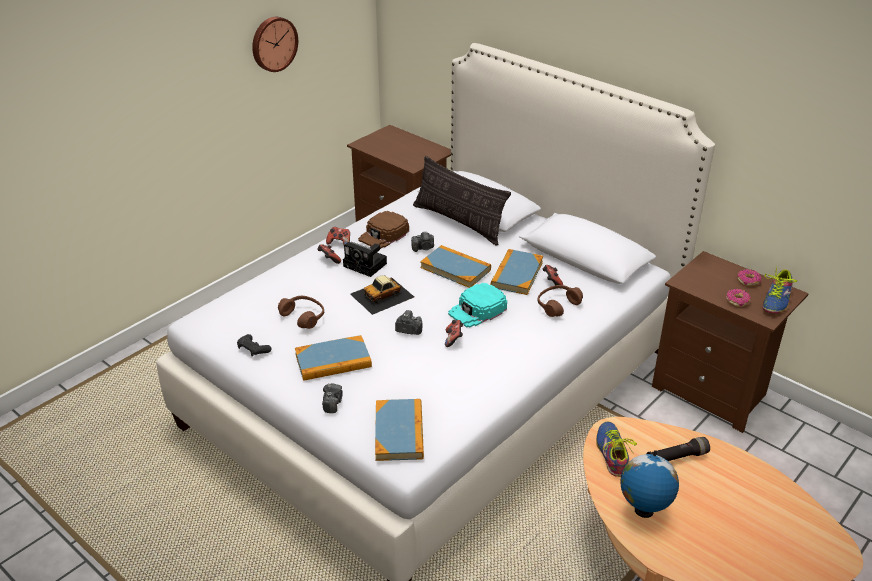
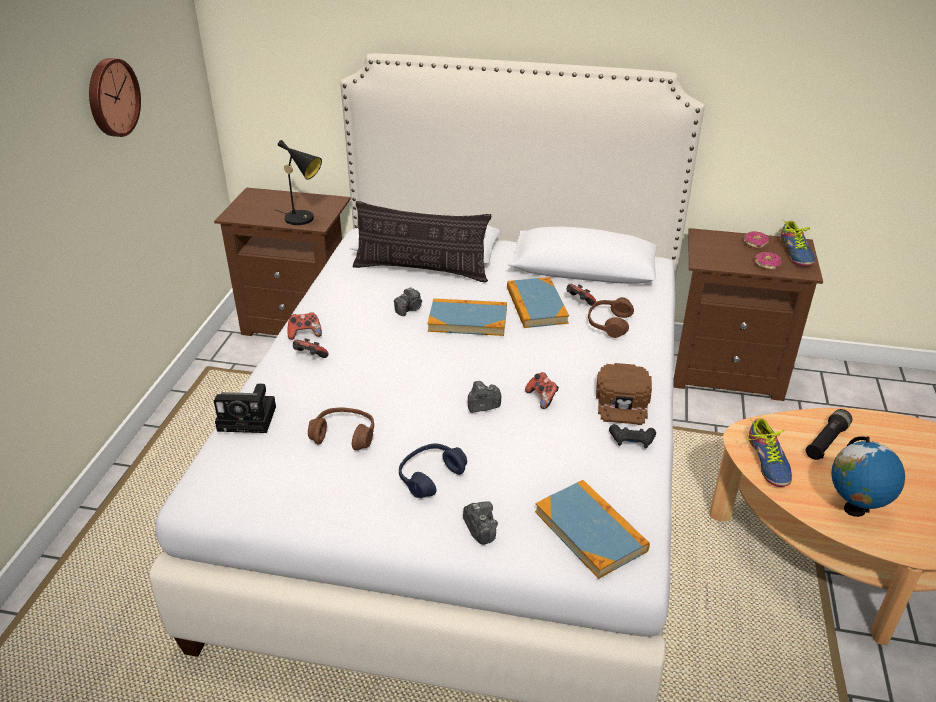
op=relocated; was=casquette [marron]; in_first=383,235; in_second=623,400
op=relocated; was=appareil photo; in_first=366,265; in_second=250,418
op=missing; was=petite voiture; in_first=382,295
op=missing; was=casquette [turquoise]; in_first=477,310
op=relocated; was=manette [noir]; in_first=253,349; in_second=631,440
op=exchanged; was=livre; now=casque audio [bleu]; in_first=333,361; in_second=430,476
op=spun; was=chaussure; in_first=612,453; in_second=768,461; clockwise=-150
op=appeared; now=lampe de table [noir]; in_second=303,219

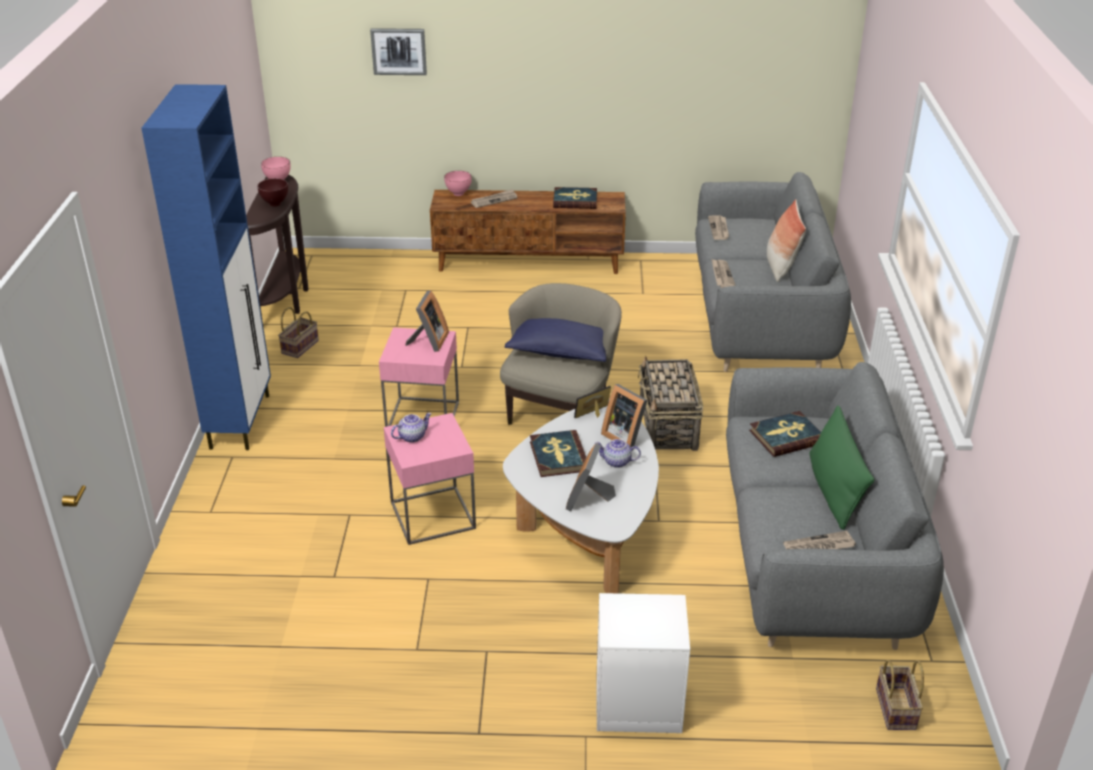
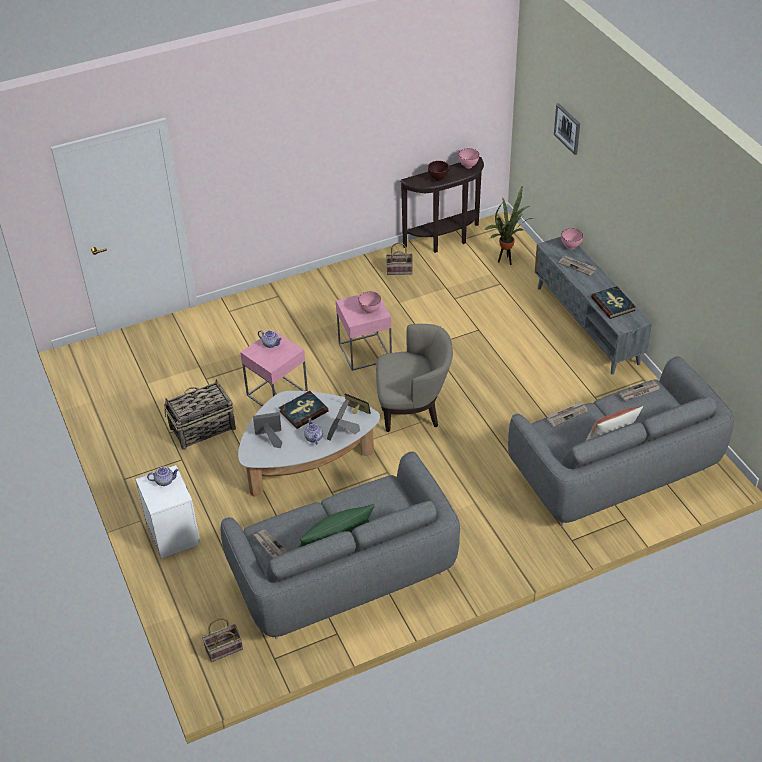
op=missing; was=meuble de rangement [bleu]; in_first=241,420
op=colour; was=meuble télé [marron]; now=meuble télé [gris]; in_first=529,262; in_second=587,325
op=exchanged; was=cadre photo; now=bol [rose]; in_first=429,342; in_second=370,311
op=missing; was=coussin [bleu]; in_first=561,352
op=relocated; was=panier; in_first=668,427; in_second=202,428
op=missing; was=livre; in_first=786,437
op=appeared; now=plante en pot; in_second=506,260
op=appeared; now=théière; in_second=164,481

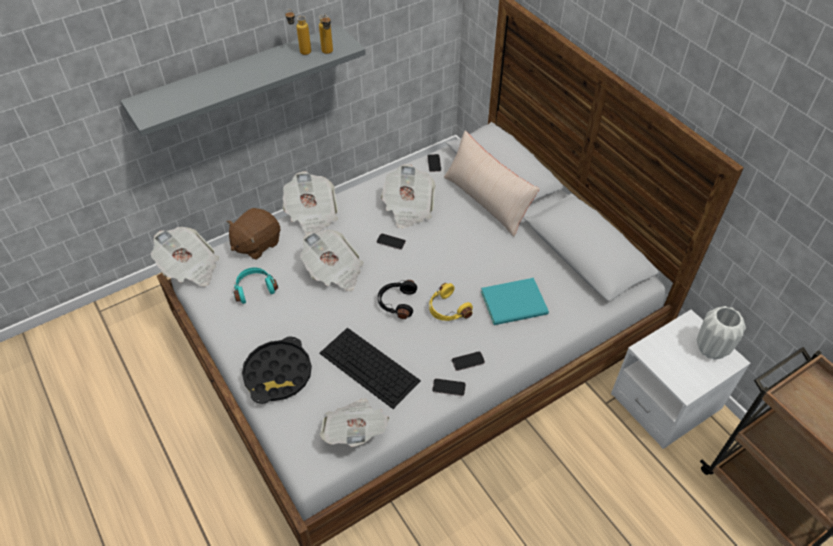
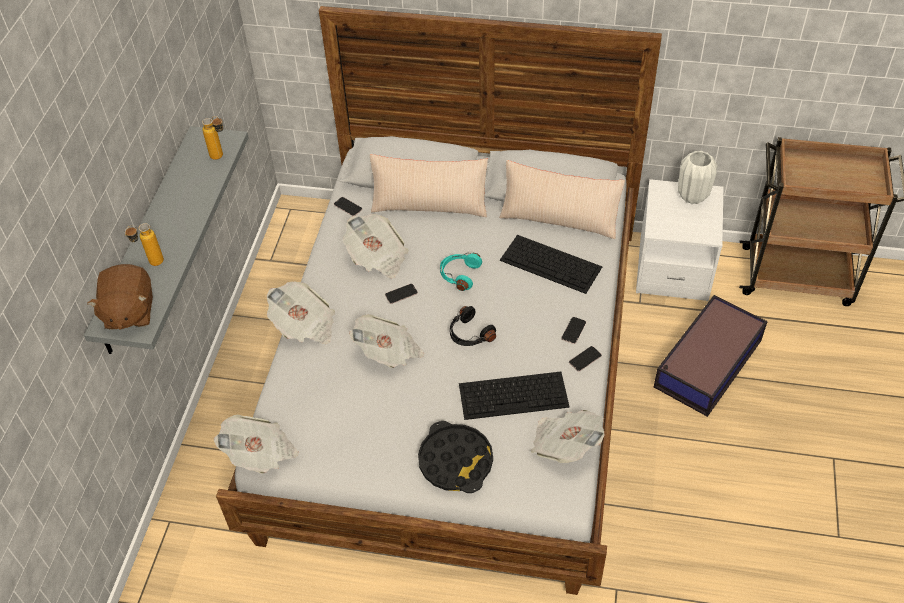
op=relocated; was=bouteille; in_first=300,52; in_second=151,264
op=relocated; was=peluche [marron]; in_first=256,244; in_second=129,312
op=relocated; was=casque audio [turquoise]; in_first=254,288; in_second=459,275
op=exchanged; was=livre [turquoise]; now=clavier; in_first=516,304; in_second=551,264
op=missing; was=casque audio [jaune]; in_first=447,309
op=appeared; now=coussin [beige]; in_second=559,218
op=appeared; now=boîte de rangement; in_second=706,364

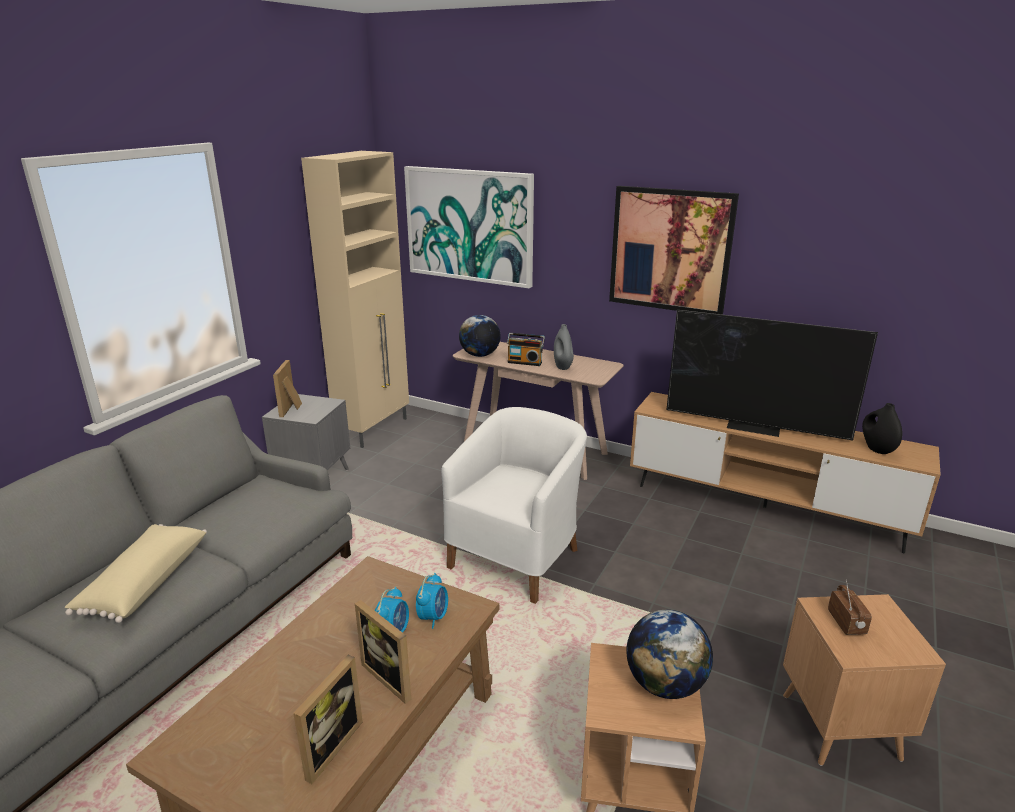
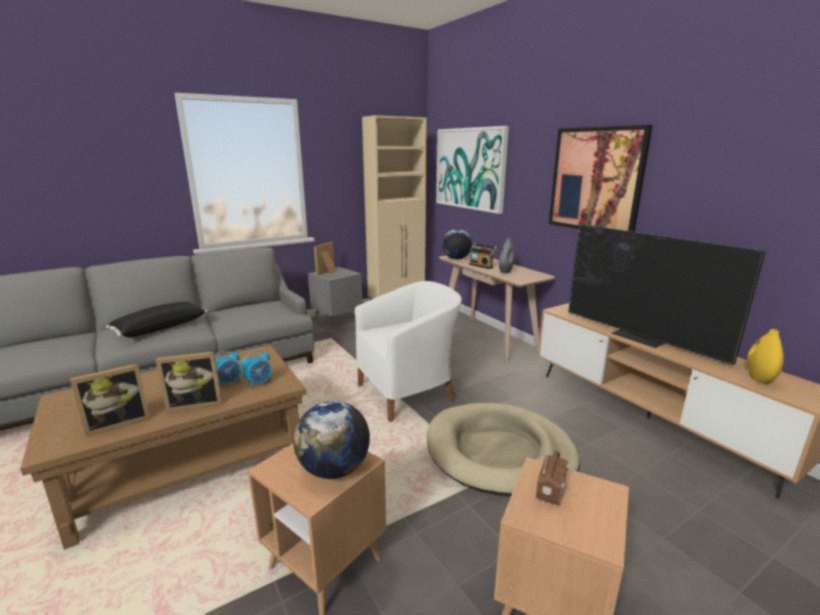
op=colour; was=vase [noir]; now=vase [jaune]; in_first=876,449; in_second=758,378
op=colour; was=coussin [beige]; now=coussin [noir]; in_first=143,582; in_second=160,328
op=spun; was=cadre photo; in_first=392,677; in_second=195,403; clockwise=-90
op=appeared; now=panier pour chien [beige]; in_second=499,452

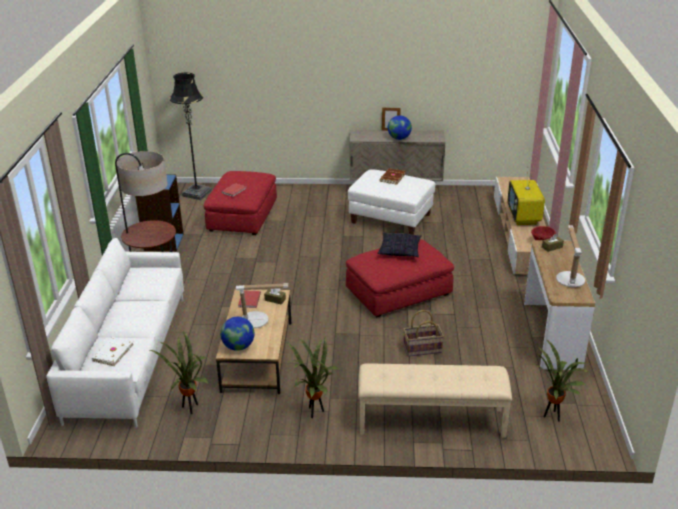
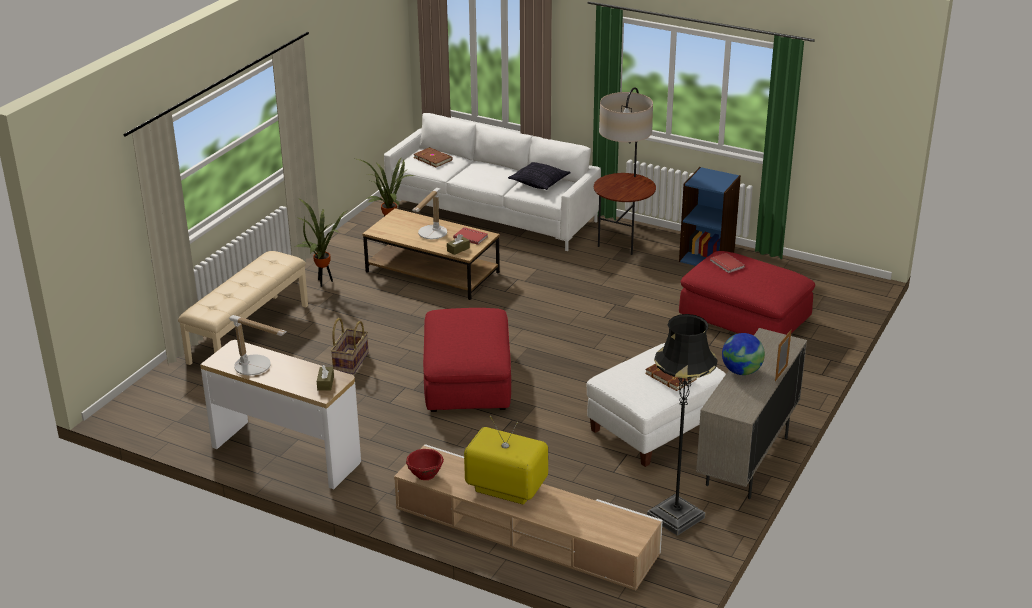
op=relocated; was=lampadaire [noir]; in_first=197,193; in_second=676,517
op=relocated; was=coussin; in_first=399,251; in_second=539,183
op=missing; was=globe; in_first=238,347
op=colour; was=livre [blanc]; now=livre [marron]; in_first=112,353; in_second=433,158
op=missing; was=plante en pot; in_first=552,417

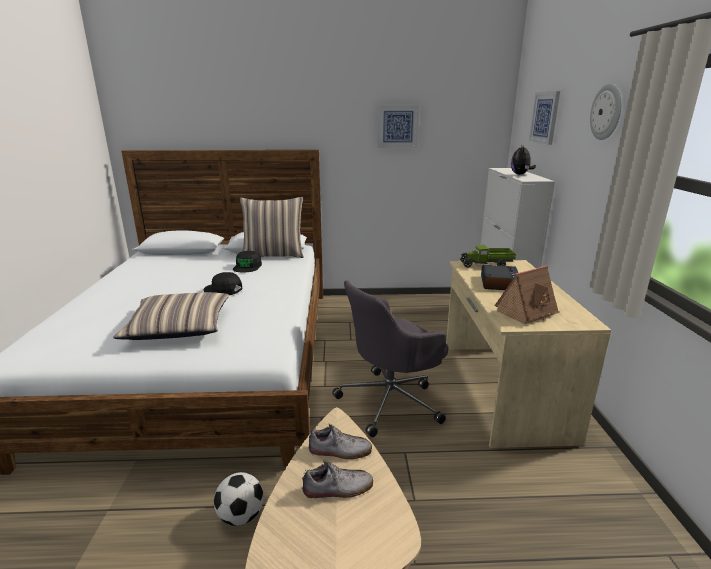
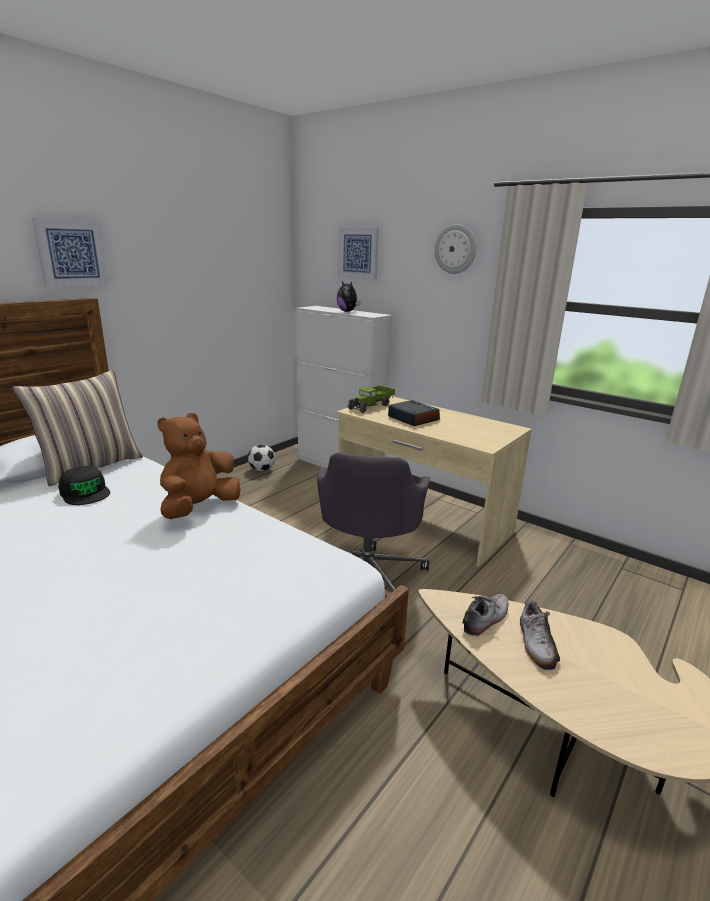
op=relocated; was=tableau; in_first=397,126; in_second=72,253
op=missing; was=maison miniature; in_first=527,312
op=missing; was=casquette [noir]; in_first=223,289
op=missing; was=coussin; in_first=179,327
op=spun; was=chaussure; in_first=338,488; in_second=536,643; clockwise=150
op=relocated; was=ballon de foot; in_first=241,516; in_second=262,470
op=appeared; now=peluche [marron]; in_second=199,508

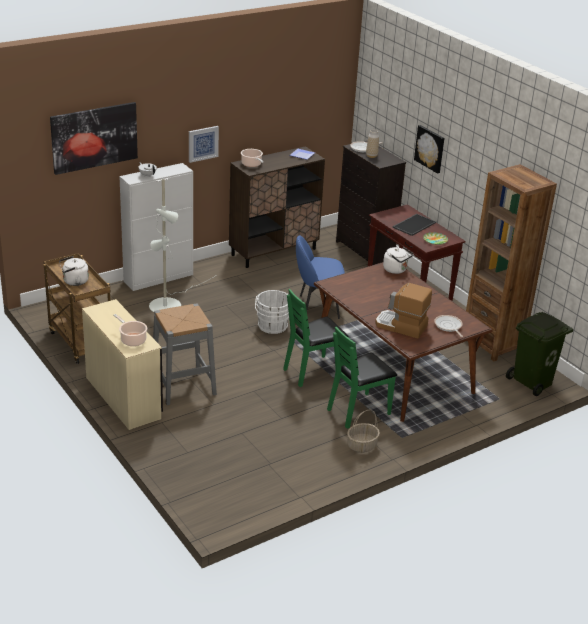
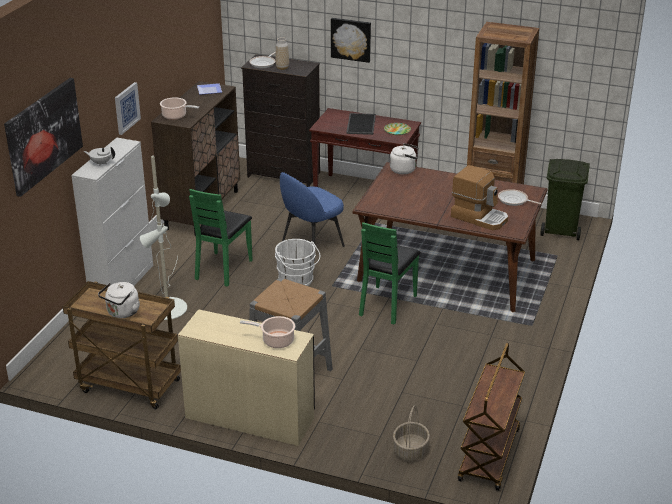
op=spun; was=machine à café; in_first=401,326; in_second=479,217; clockwise=-135
op=relocated; was=chaise [vert]; in_first=358,411; in_second=223,269
op=relocated; was=panier; in_first=362,446; in_second=410,451
op=appeared; now=chariot [marron]; in_second=489,456

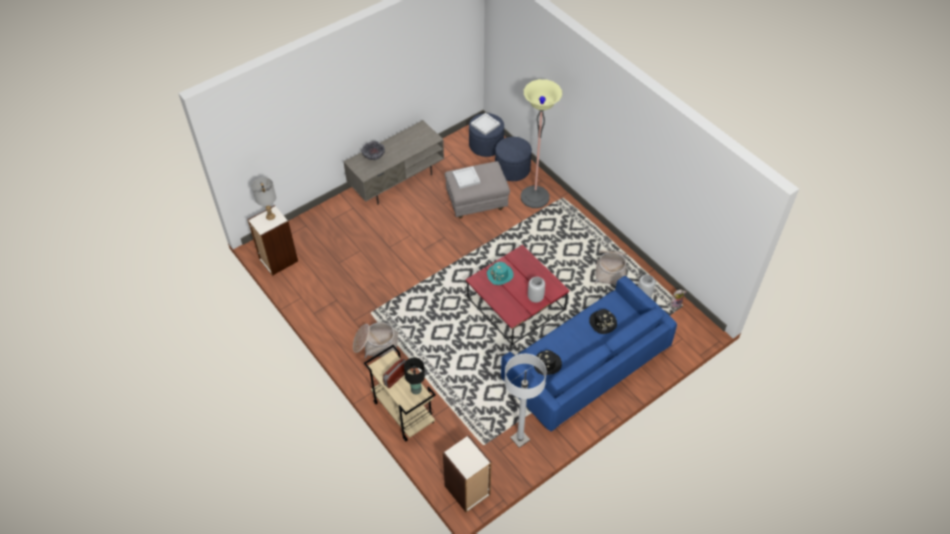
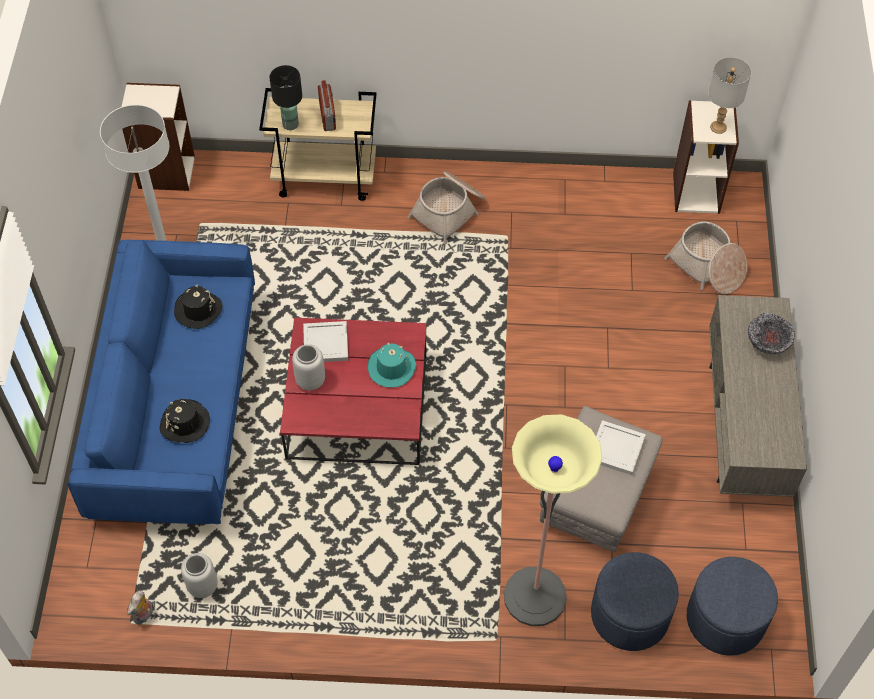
op=relocated; was=plateau [blanc]; in_first=485,124; in_second=326,344
op=relocated; was=panier; in_first=610,270; in_second=707,267

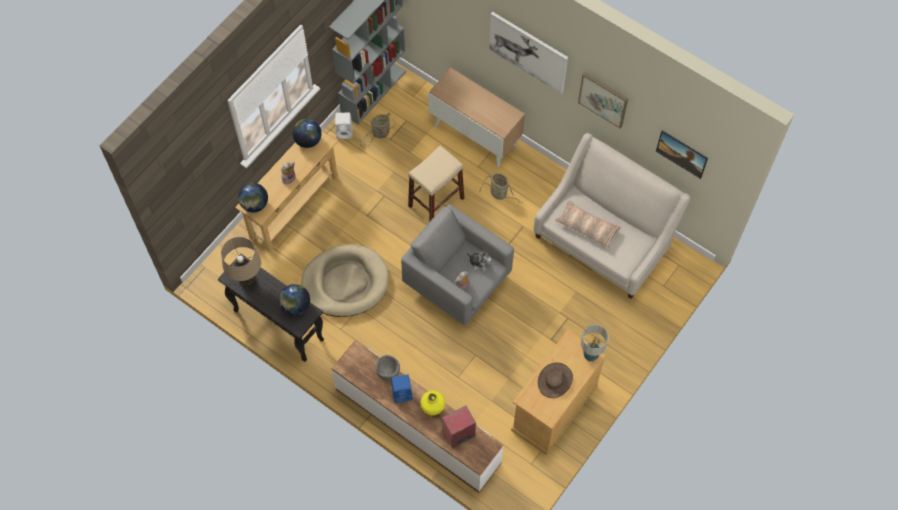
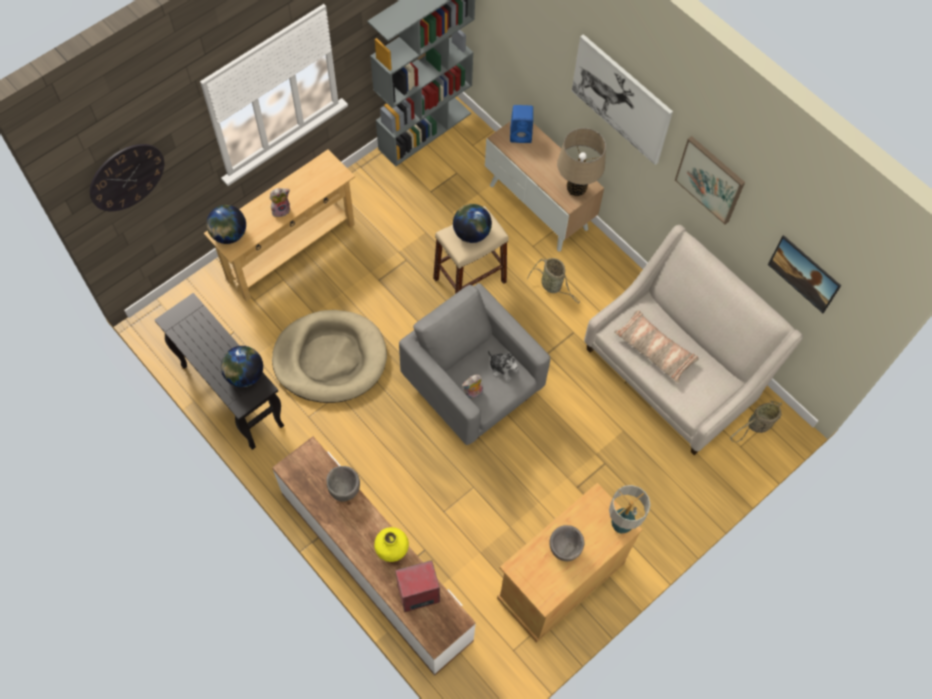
op=missing; was=enceinte [blanc]; in_first=345,132
op=relocated; was=panier; in_first=380,134; in_second=757,425
op=relocated; was=globe; in_first=308,140; in_second=471,233
op=relocated; was=lampe de table [beige]; in_first=246,278; in_second=576,188
op=exchanged; was=chapeau [marron]; now=bol [gris]; in_first=555,380; in_second=564,550
op=relocated; was=enceinte [bleu]; in_first=403,393; in_second=521,135
op=appeared; now=horloge murale; in_second=126,177

